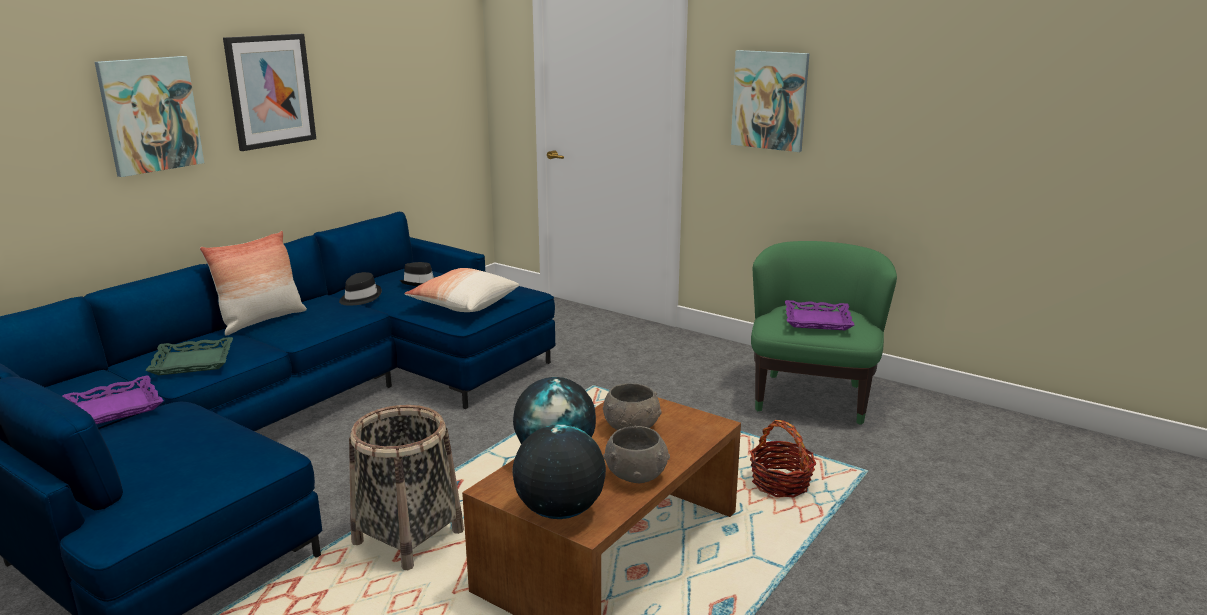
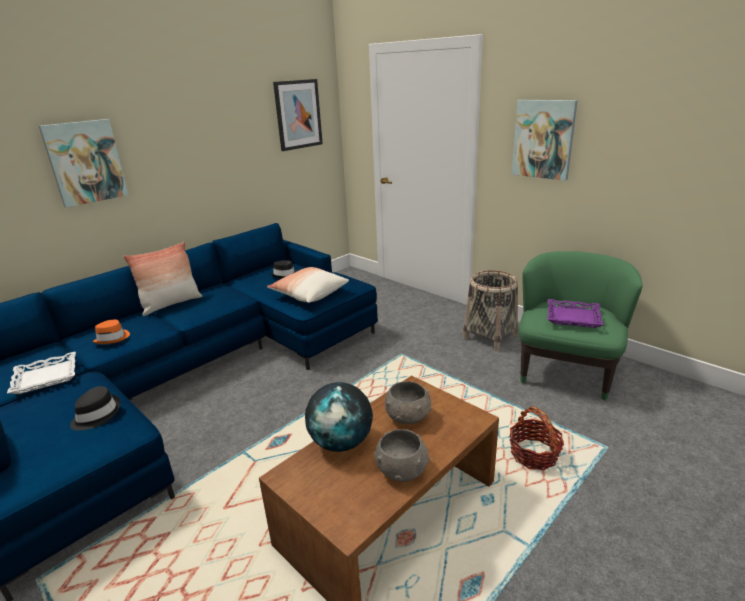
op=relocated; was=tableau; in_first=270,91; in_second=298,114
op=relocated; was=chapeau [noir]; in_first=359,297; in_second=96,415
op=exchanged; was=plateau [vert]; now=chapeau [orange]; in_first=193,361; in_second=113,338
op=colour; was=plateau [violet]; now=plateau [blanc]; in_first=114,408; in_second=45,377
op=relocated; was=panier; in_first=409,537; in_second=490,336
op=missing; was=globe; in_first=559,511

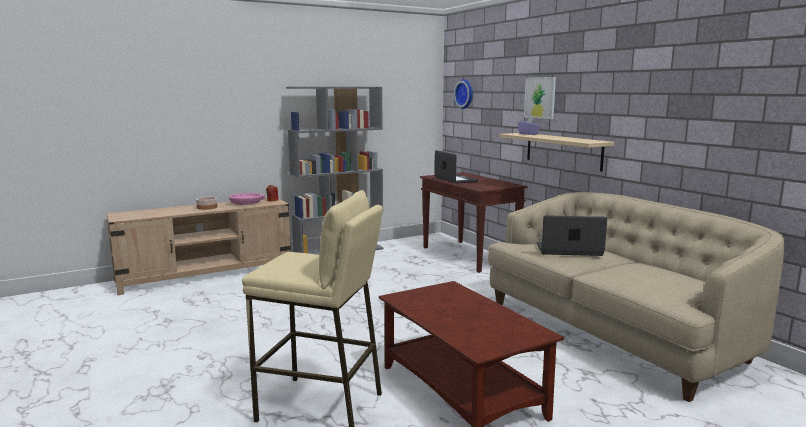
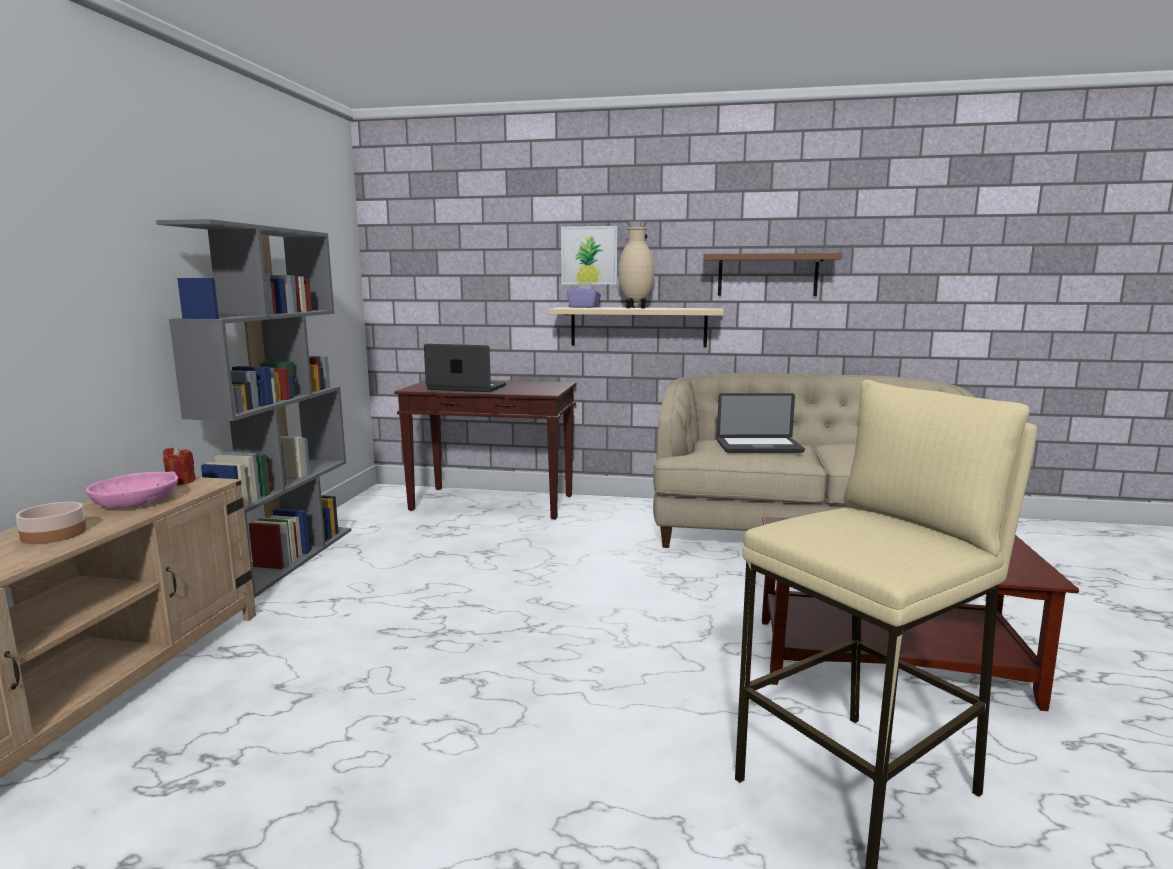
op=missing; was=horloge murale; in_first=465,94
op=spun; was=ordinateur portable; in_first=569,250; in_second=759,447; clockwise=-135
op=appeared; now=vase [beige]; in_second=635,308
op=appeared; now=étagère [marron]; in_second=767,275

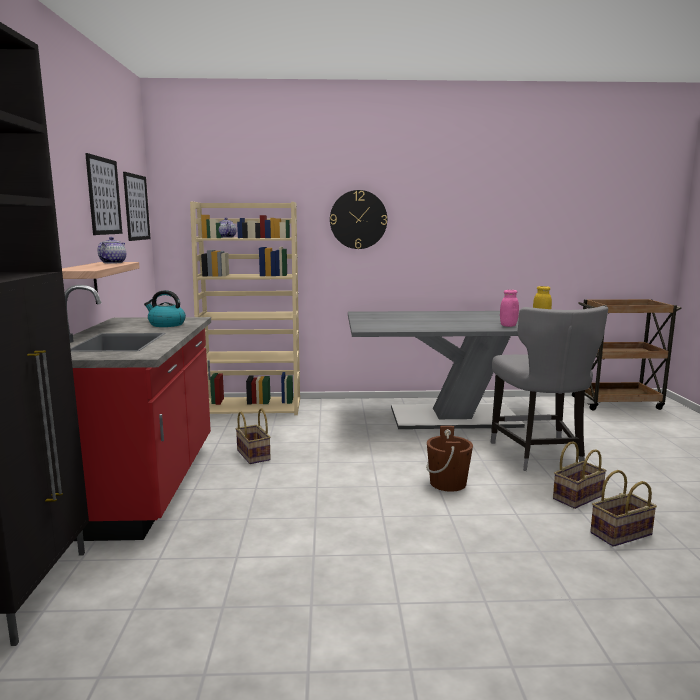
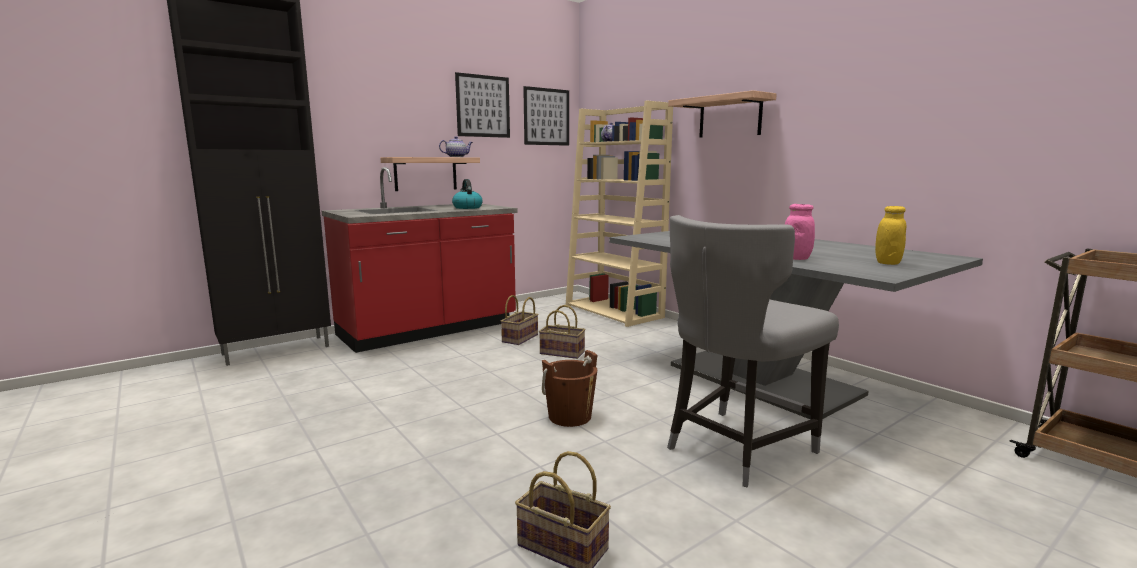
op=exchanged; was=horloge murale; now=étagère; in_first=358,219; in_second=730,117
op=relocated; was=panier; in_first=577,496; in_second=563,353

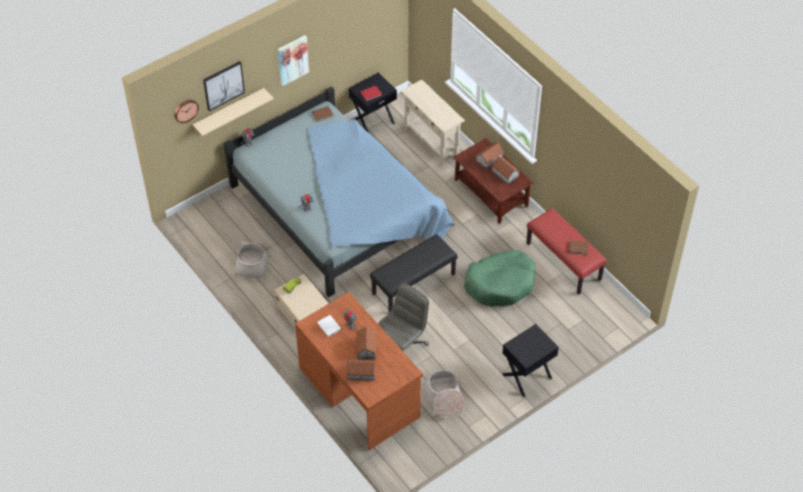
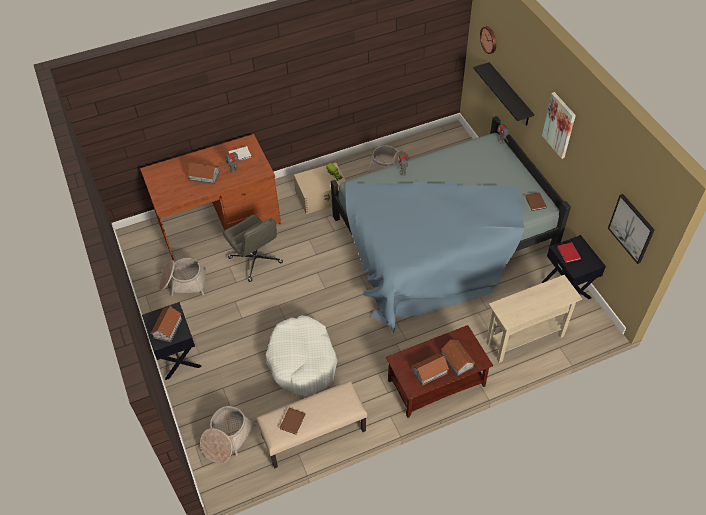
op=relocated; was=tableau; in_first=223,85; in_second=631,228
op=colour; was=étagère [beige]; now=étagère [noir]; in_first=229,112; in_second=509,95
op=colour; was=banc [rouge]; now=banc [beige]; in_first=564,261; in_second=313,434
op=missing; was=banc [noir]; in_first=413,283
op=colour; was=panier pour chien [vert]; now=panier pour chien [blanc]; in_first=500,284; in_second=302,361
op=relocated; was=maison miniature; in_first=360,372; in_second=168,328
op=appeared; now=panier; in_second=227,438

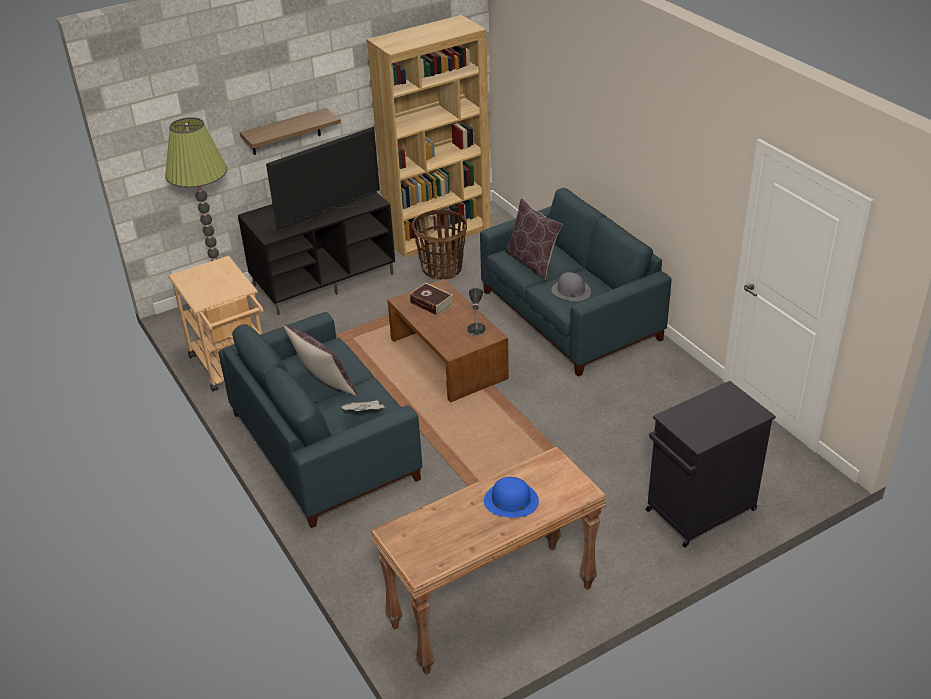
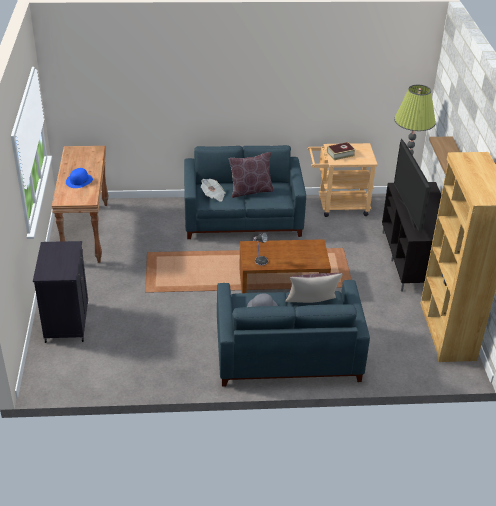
op=missing; was=panier; in_first=442,269
op=relocated; was=livre; in_first=431,303; in_second=340,154

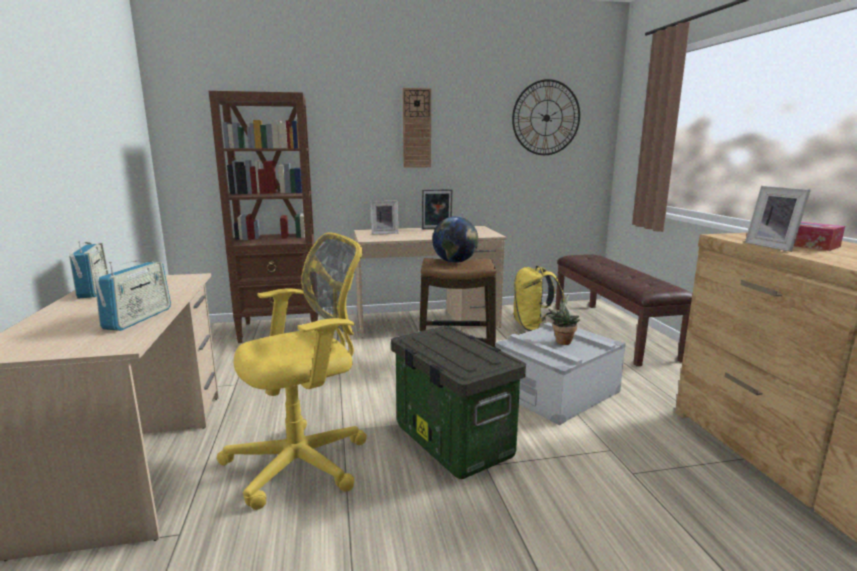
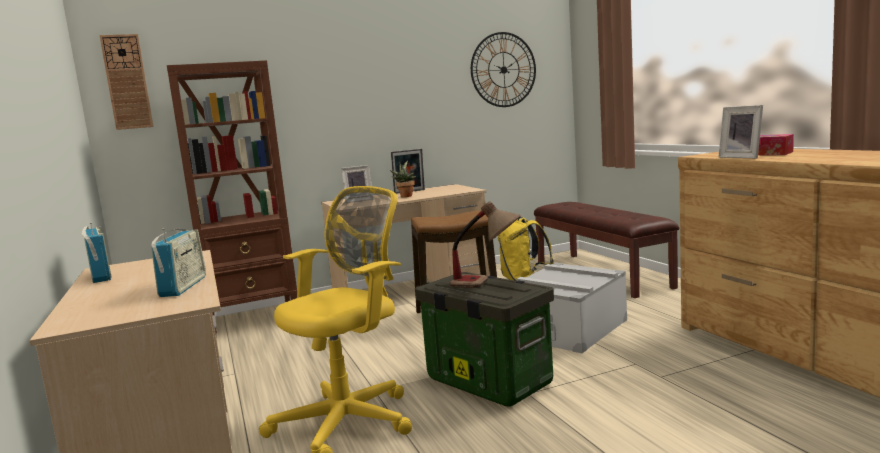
op=relocated; was=horloge murale; in_first=416,128; in_second=127,82
op=missing; was=globe; in_first=455,262
op=relocated; was=plante en pot; in_first=562,341; in_second=405,196
op=appeared; now=lampe de table; in_second=488,283

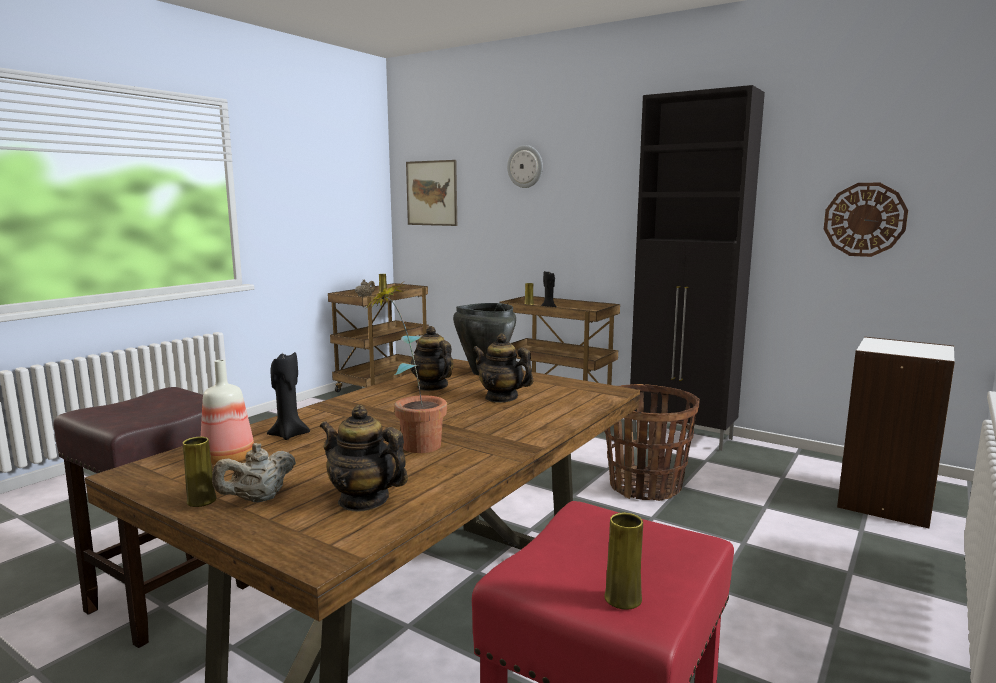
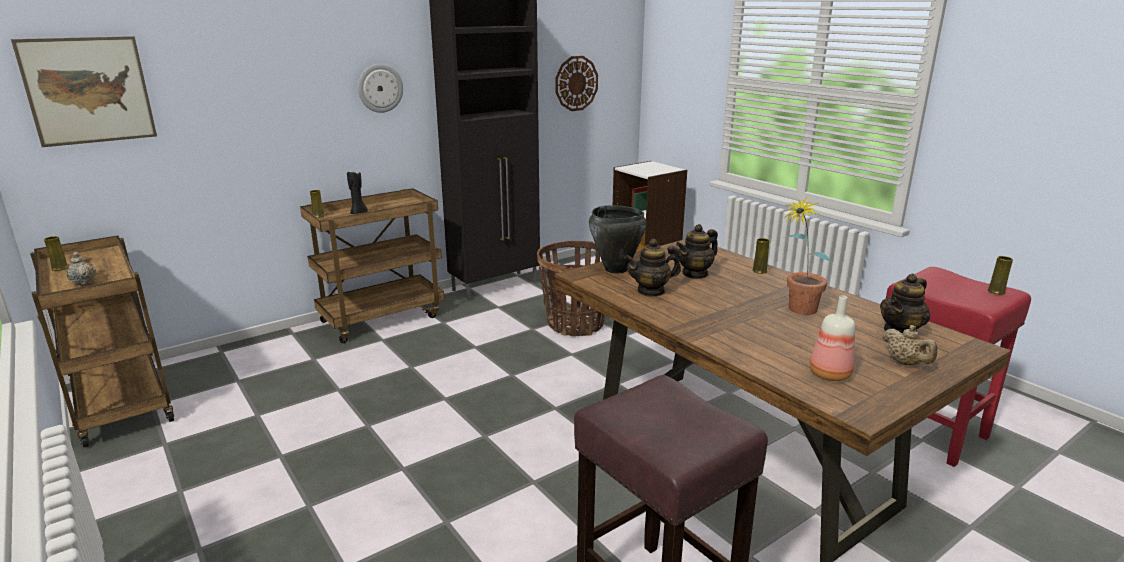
op=relocated; was=horloge murale; in_first=525,166; in_second=380,88
op=missing; was=bougie [noir]; in_first=289,435
op=relocated; was=vase [jaune]; in_first=201,501; in_second=759,271

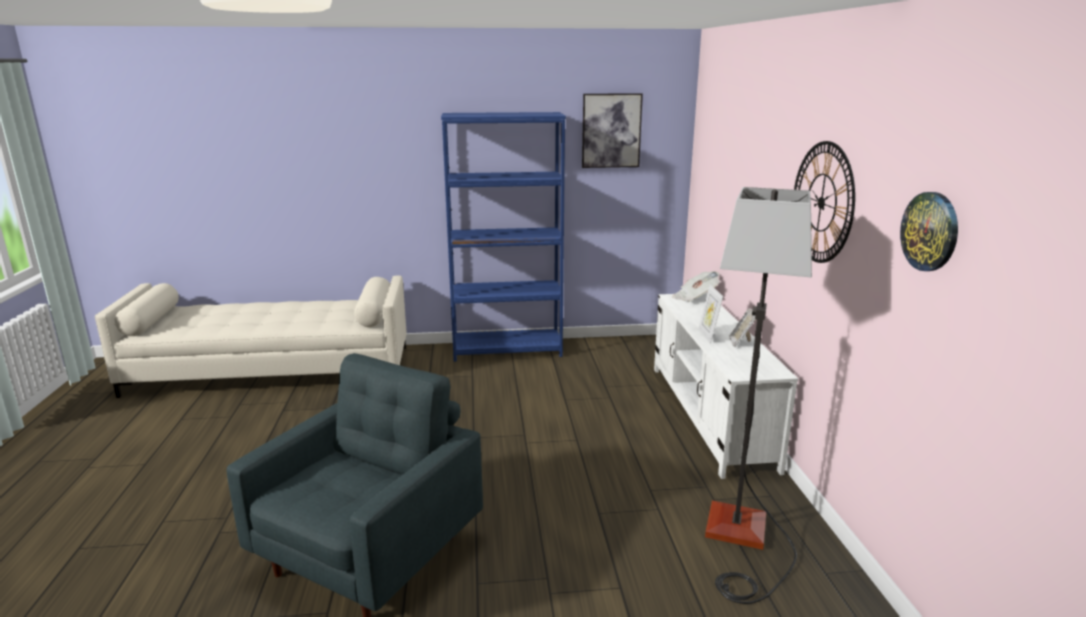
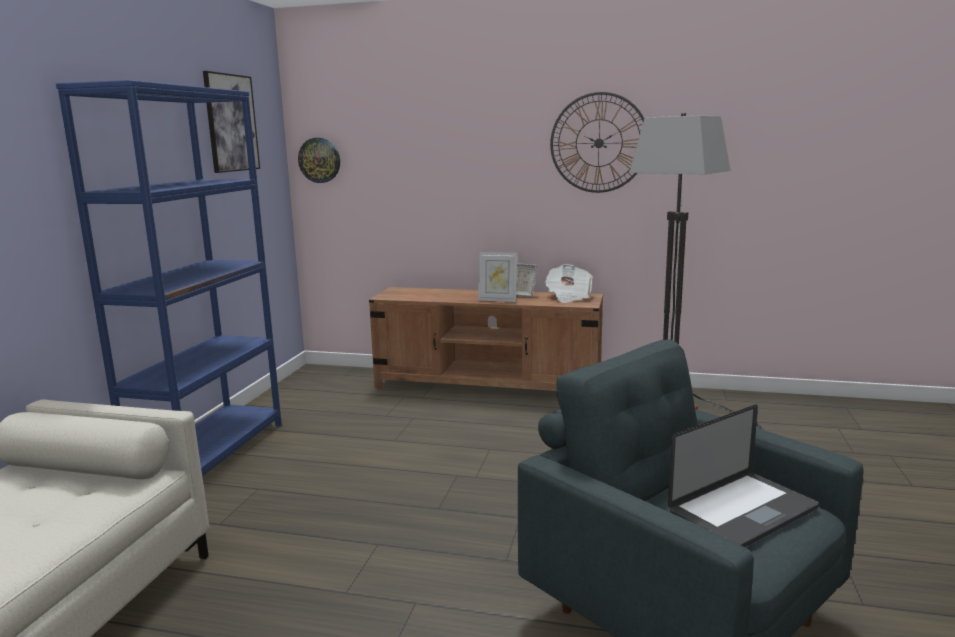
op=relocated; was=horloge murale; in_first=930,231; in_second=319,160
op=relocated; was=journal; in_first=695,297; in_second=568,297
op=colour; was=meuble télé [blanc]; now=meuble télé [marron]; in_first=709,415; in_second=488,386
op=appeared; now=ordinateur portable; in_second=743,511

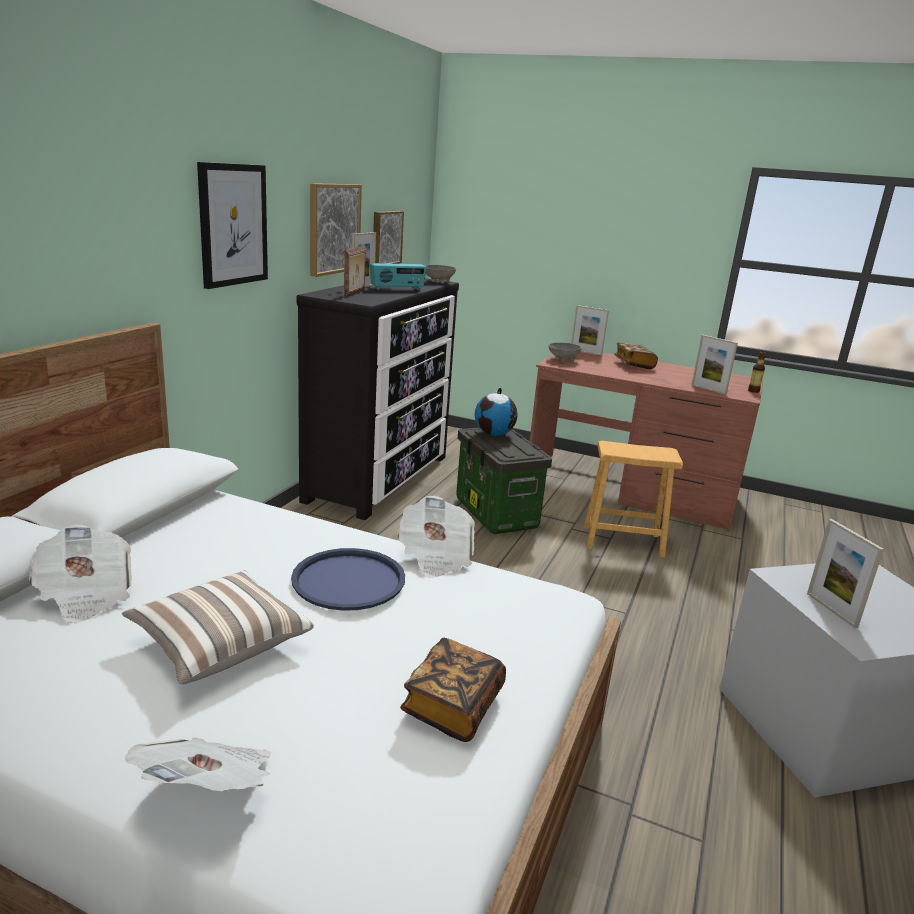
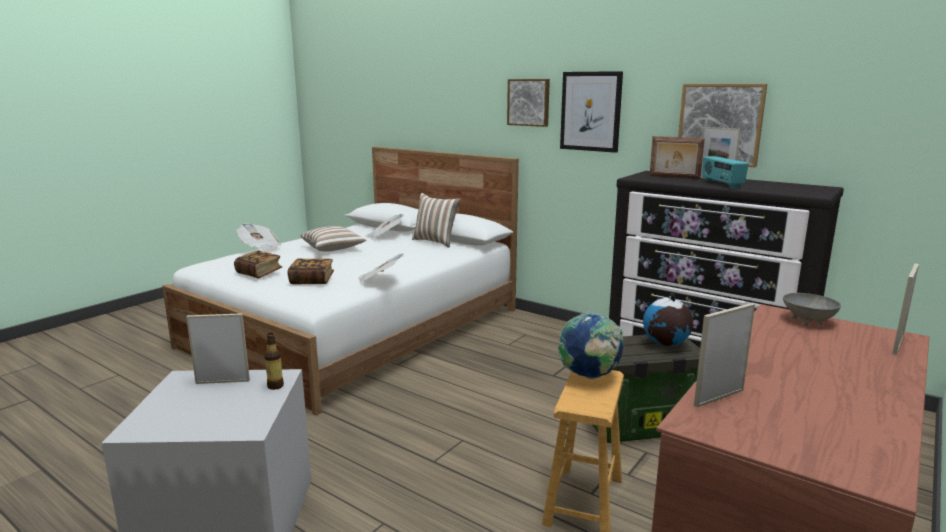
op=relocated; was=tableau; in_first=385,238; in_second=529,102
op=missing; was=bol [gris]; in_first=438,282
op=relocated; was=livre; in_first=633,364; in_second=312,280
op=relocated; was=bouteille; in_first=753,391; in_second=275,386
op=missing; was=plateau [bleu]; in_first=348,580
op=appeared; now=coussin; in_second=436,241
op=appeared; now=globe; in_second=589,376

